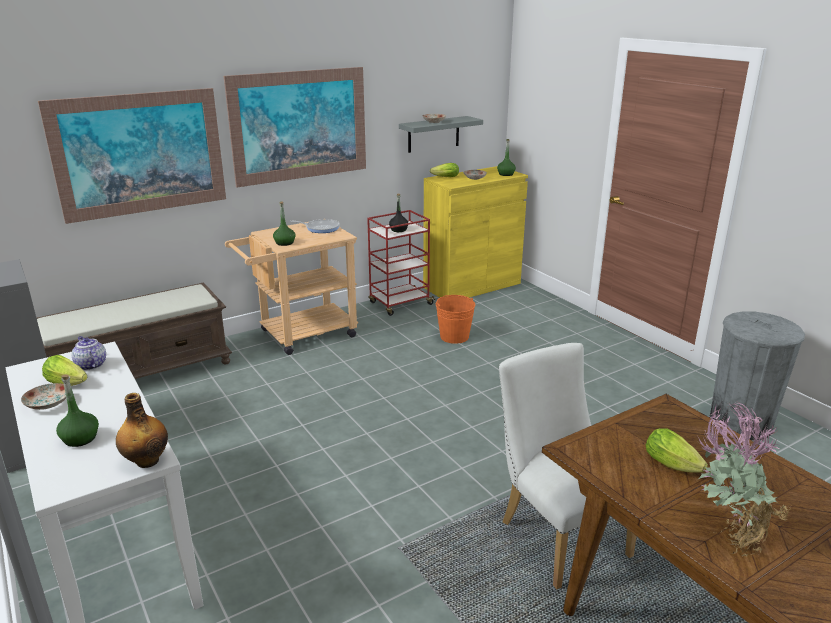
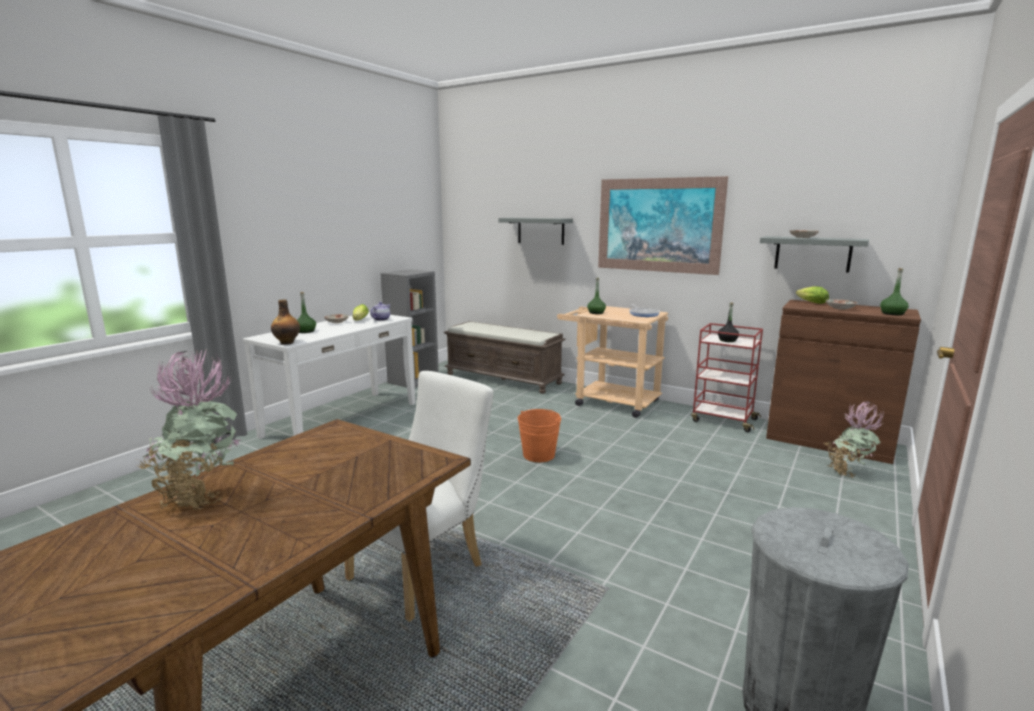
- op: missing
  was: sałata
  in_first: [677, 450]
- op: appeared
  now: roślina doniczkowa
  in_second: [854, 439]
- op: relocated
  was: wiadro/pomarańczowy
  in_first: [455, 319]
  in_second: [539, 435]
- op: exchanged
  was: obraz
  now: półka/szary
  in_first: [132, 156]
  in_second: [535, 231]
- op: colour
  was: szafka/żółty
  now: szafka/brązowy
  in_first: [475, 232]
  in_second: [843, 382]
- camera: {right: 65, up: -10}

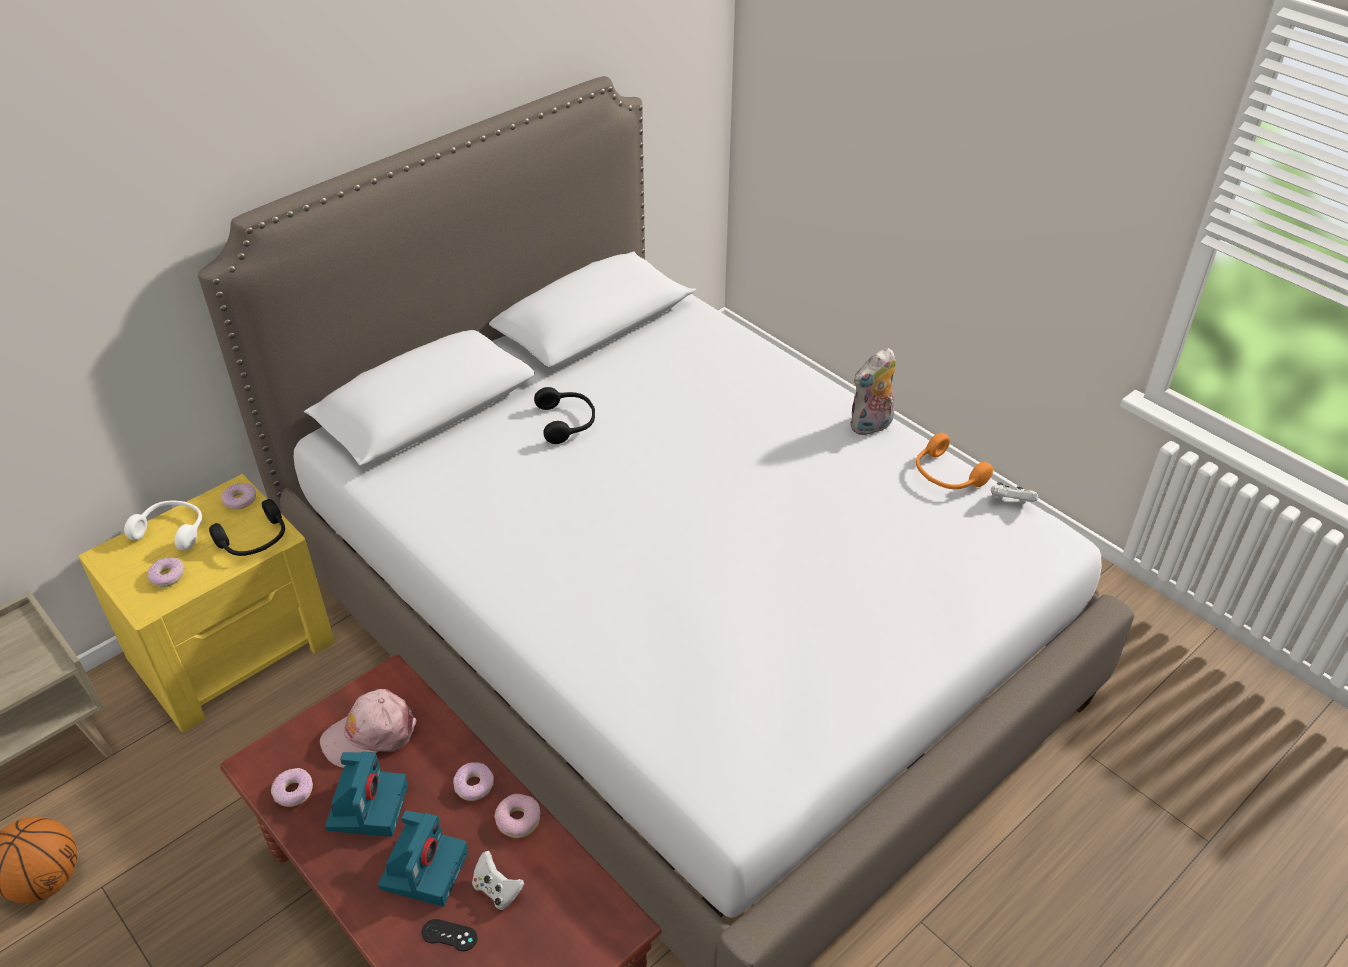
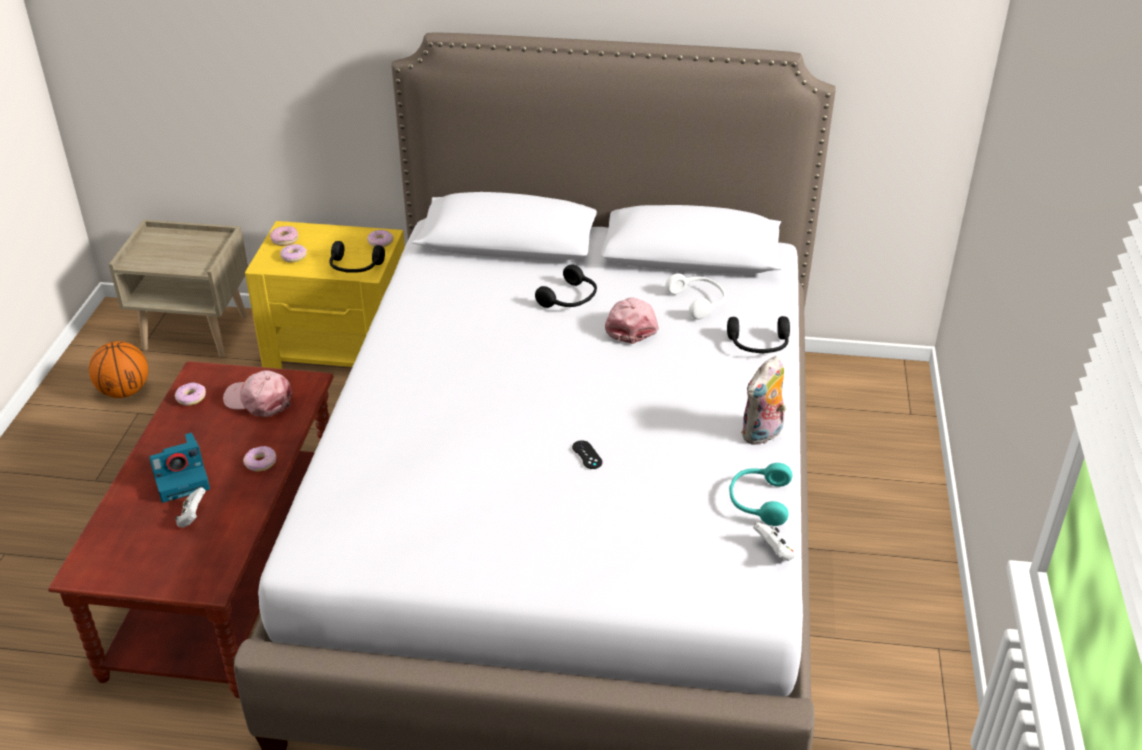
- op: missing
  was: aparat fotograficzny
  in_first: [366, 794]
- op: appeared
  now: czapka z daszkiem/różowy
  in_second: [632, 321]
- op: appeared
  now: słuchawki/czarny
  in_second: [758, 334]
- op: relocated
  was: słuchawki/biały
  in_first: [163, 525]
  in_second: [695, 296]
- op: relocated
  was: pad do gier/czarny
  in_first: [449, 935]
  in_second: [587, 454]
- op: relocated
  was: donut
  in_first: [518, 816]
  in_second: [284, 236]
- op: colour
  was: słuchawki/pomarańczowy
  now: słuchawki/turkusowy
  in_first: [954, 461]
  in_second: [760, 494]
- op: spun
  was: pluszak
  in_first: [873, 391]
  in_second: [763, 400]
  clockwise: -60
- camera: {right: 50, up: -5}

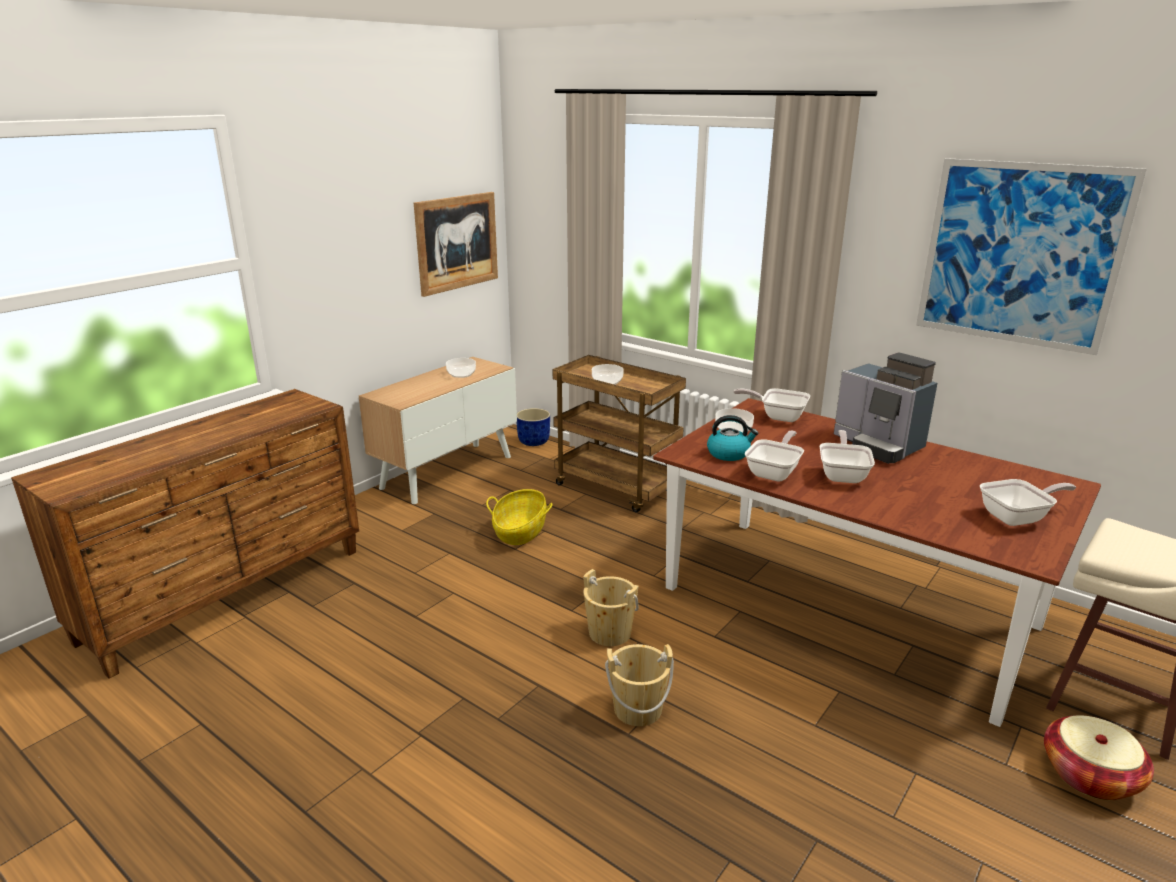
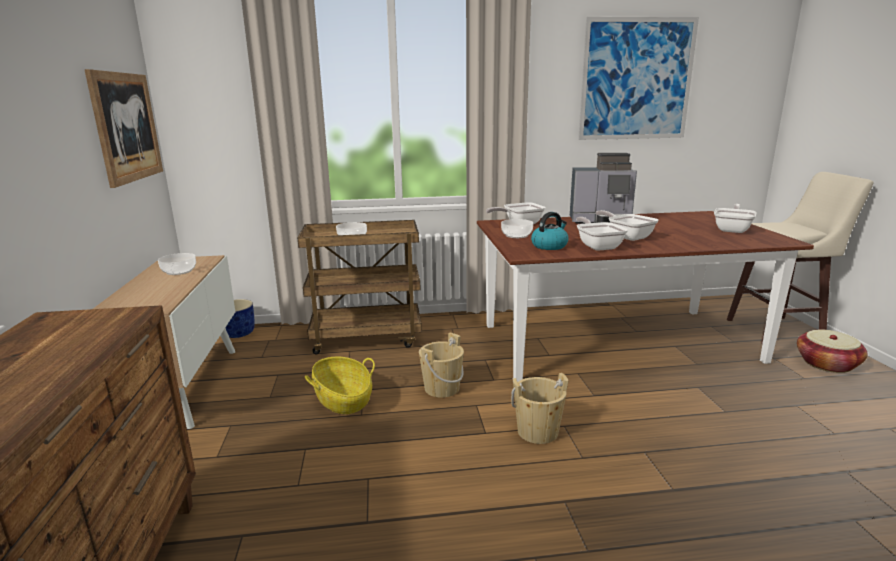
- op: relocated
  was: wiadro/beżowy
  in_first: [639, 685]
  in_second: [441, 365]
- camera: {right: -45, up: -5}

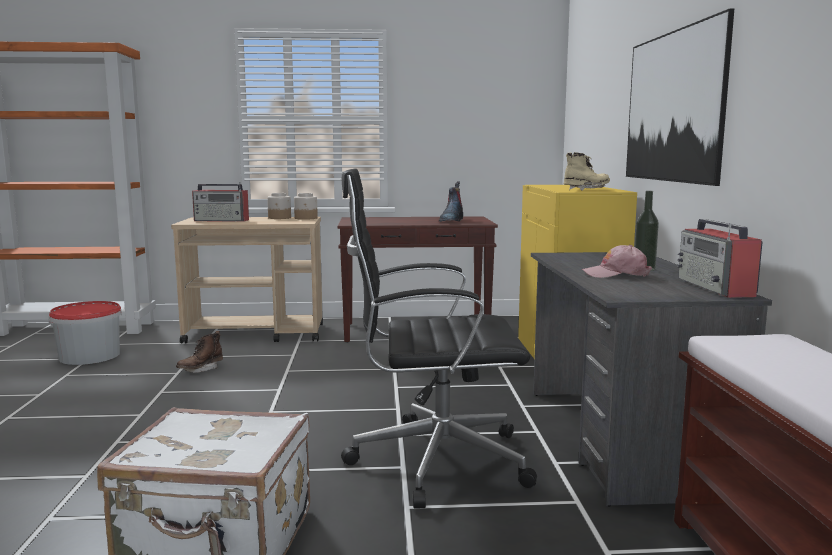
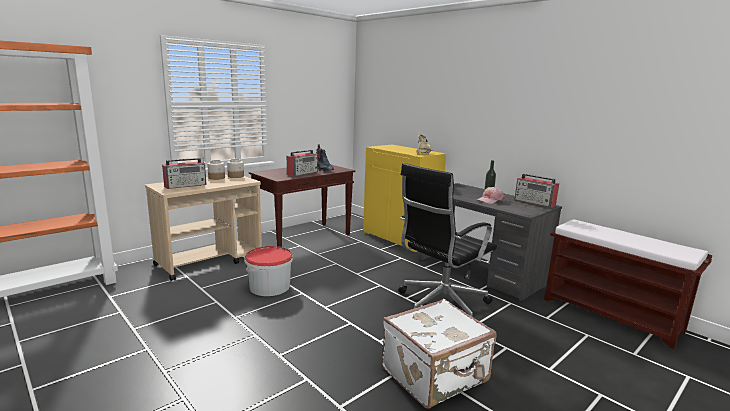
- op: missing
  was: but z cholewką/brązowy
  in_first: [199, 352]
- op: missing
  was: obraz
  in_first: [680, 97]
- op: appeared
  now: radio
  in_second: [302, 162]
- op: relocated
  was: wiadro
  in_first: [85, 333]
  in_second: [269, 271]
- camera: {right: -40, up: 5}

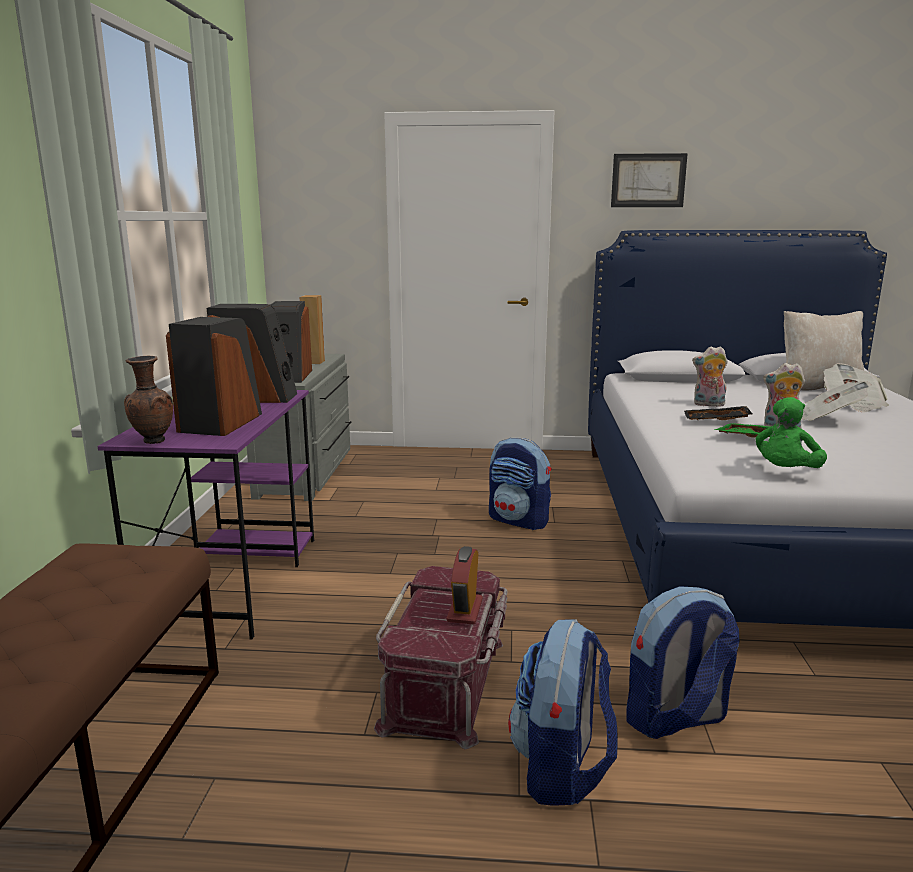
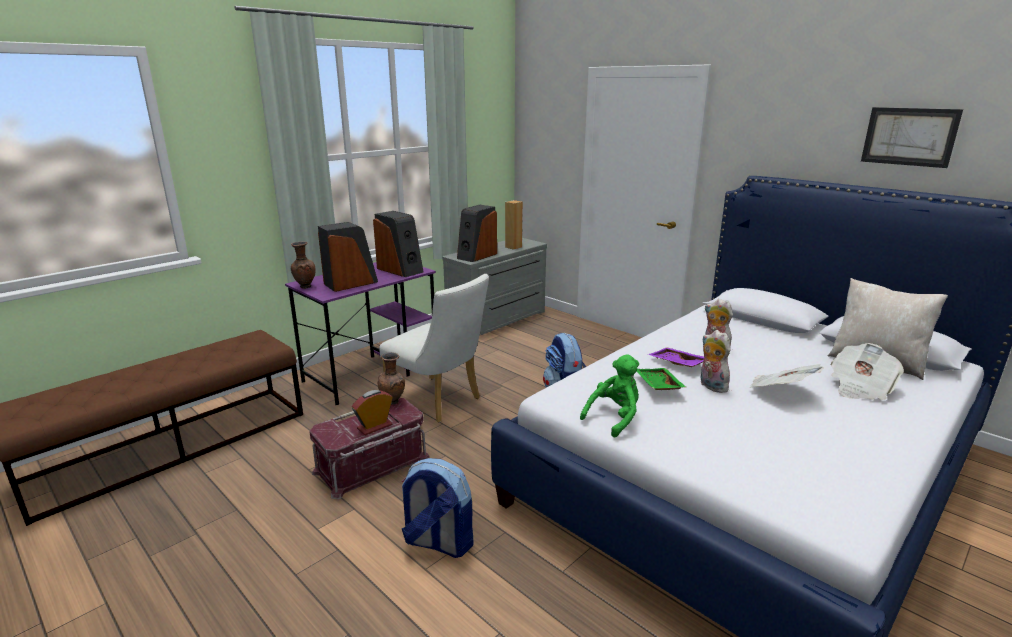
- op: missing
  was: plecak
  in_first: [563, 712]
- op: appeared
  now: wazon/brązowy
  in_second: [391, 378]
- op: appeared
  now: krzesło/biały
  in_second: [434, 348]
- op: relocated
  was: obraz
  in_first: [649, 180]
  in_second: [912, 137]
- op: colour
  was: taca/czarny
  now: taca/fioletowy
  in_first: [718, 413]
  in_second: [676, 357]
- op: spun
  was: pluszak/zielony
  in_first: [791, 432]
  in_second: [609, 396]
  clockwise: 150
- camera: {right: 40, up: 5}

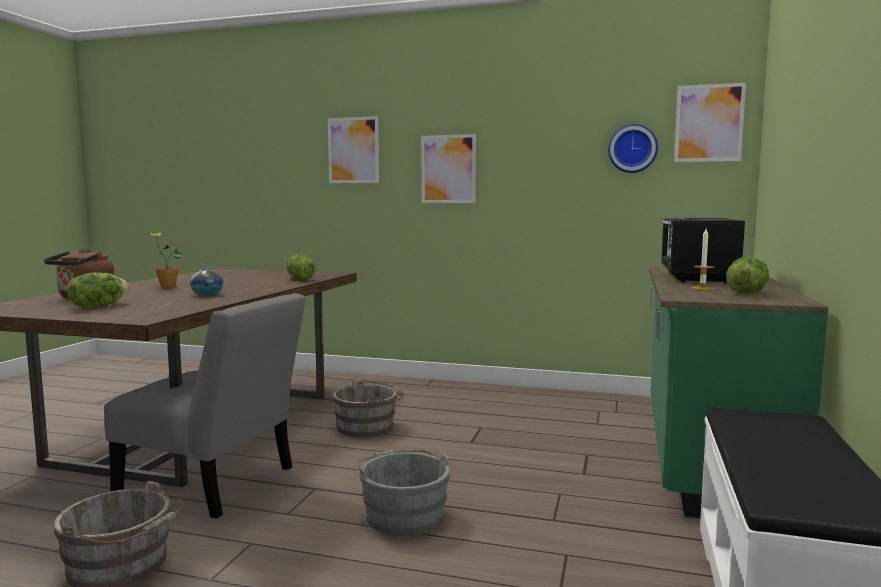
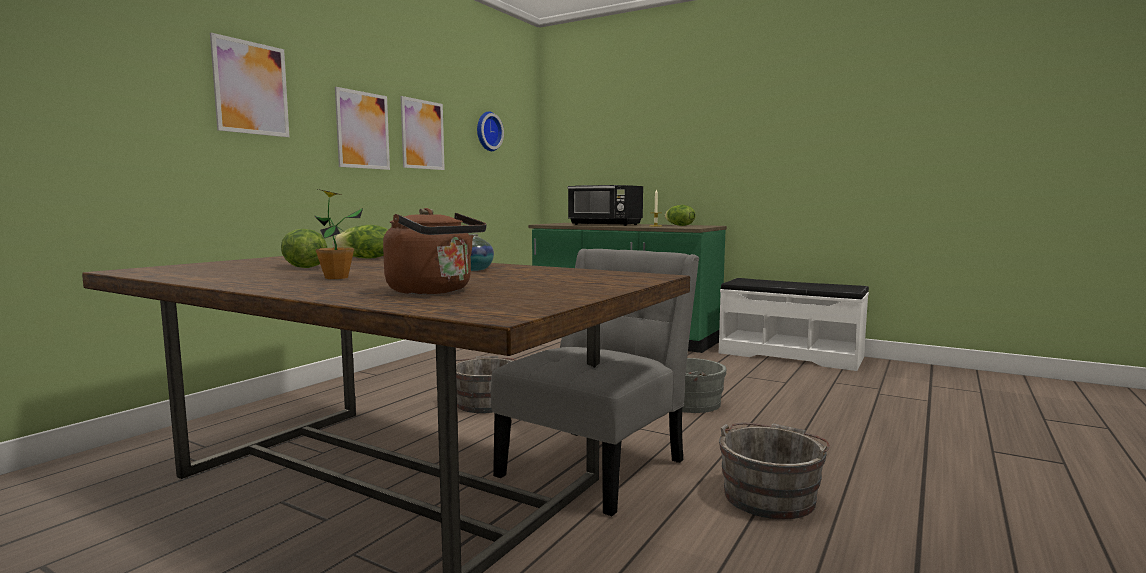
- op: relocated
  was: sałata
  in_first: [98, 290]
  in_second: [304, 248]
- op: relocated
  was: obraz
  in_first: [710, 122]
  in_second: [422, 133]
- camera: {right: -75, up: 0}

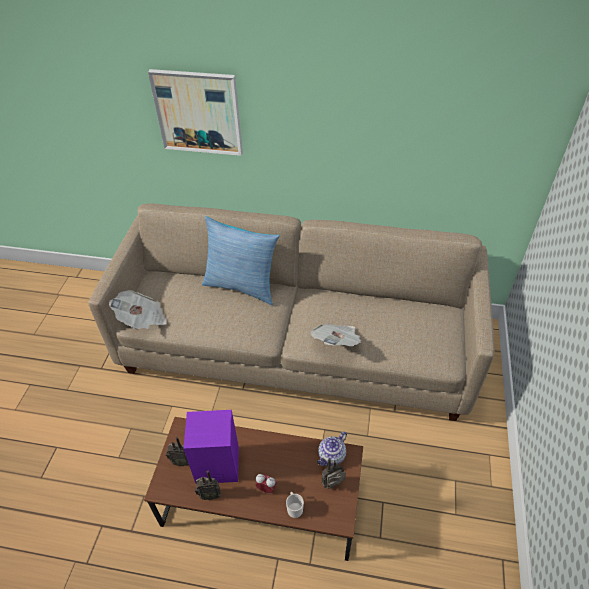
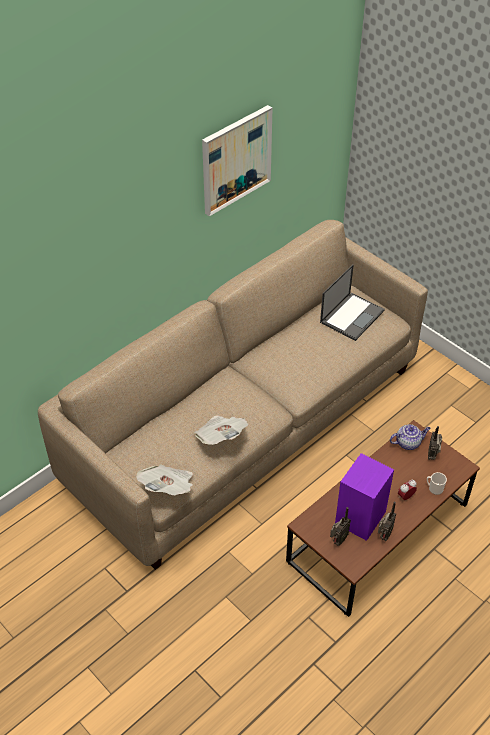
- op: missing
  was: poduszka
  in_first: [241, 260]
- op: appeared
  now: laptop
  in_second: [352, 302]
- op: relocated
  was: obraz
  in_first: [195, 112]
  in_second: [237, 160]
- op: relocated
  was: gazeta
  in_first: [336, 334]
  in_second: [221, 430]
- op: spun
  was: imbryk
  in_first: [332, 448]
  in_second: [410, 437]
  clockwise: -90
- camera: {right: -55, up: 0}

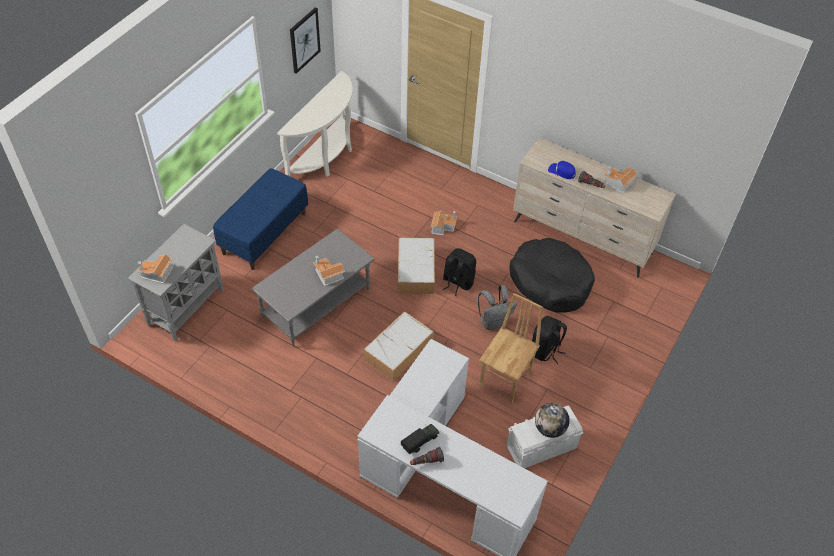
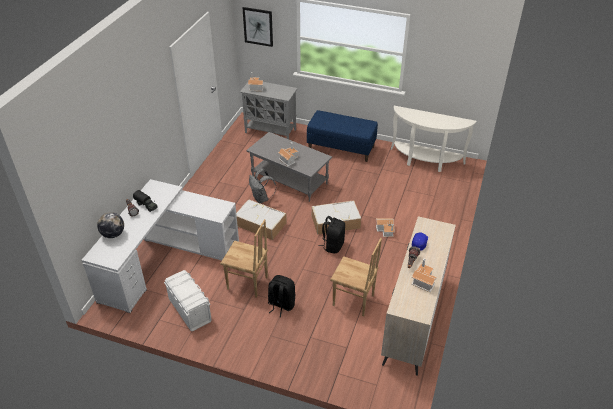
- op: relocated
  was: obraz
  in_first: [305, 40]
  in_second: [258, 27]
- op: relocated
  was: plecak/szary
  in_first: [497, 307]
  in_second: [262, 186]
- op: relocated
  was: globus
  in_first: [552, 420]
  in_second: [110, 225]
- op: exchanged
  was: legowisko/czarny
  now: krzesło/brązowy
  in_first: [552, 275]
  in_second: [356, 277]
- camera: {right: 80, up: -10}

